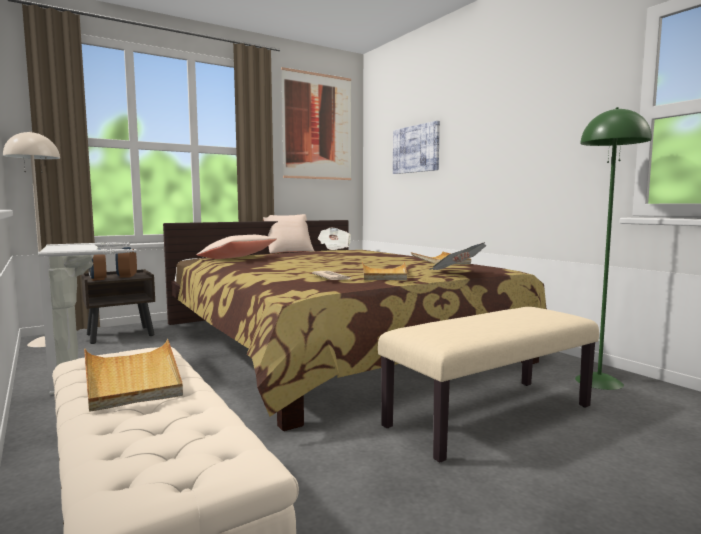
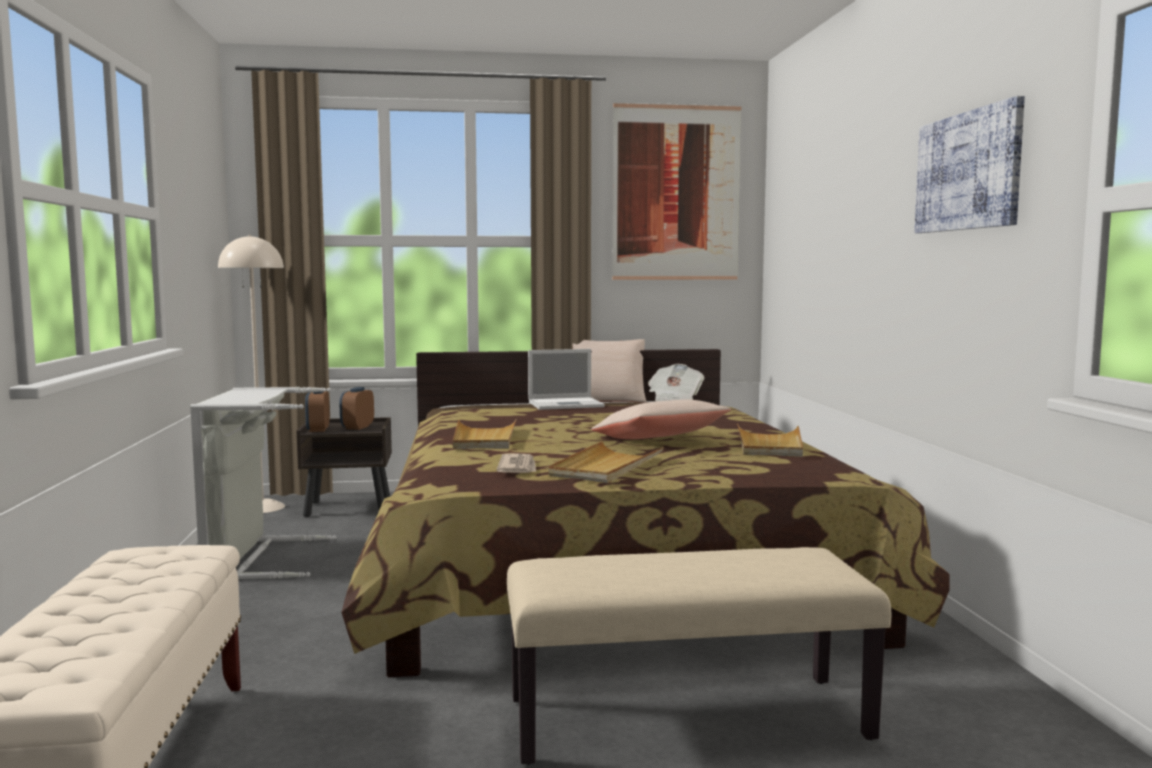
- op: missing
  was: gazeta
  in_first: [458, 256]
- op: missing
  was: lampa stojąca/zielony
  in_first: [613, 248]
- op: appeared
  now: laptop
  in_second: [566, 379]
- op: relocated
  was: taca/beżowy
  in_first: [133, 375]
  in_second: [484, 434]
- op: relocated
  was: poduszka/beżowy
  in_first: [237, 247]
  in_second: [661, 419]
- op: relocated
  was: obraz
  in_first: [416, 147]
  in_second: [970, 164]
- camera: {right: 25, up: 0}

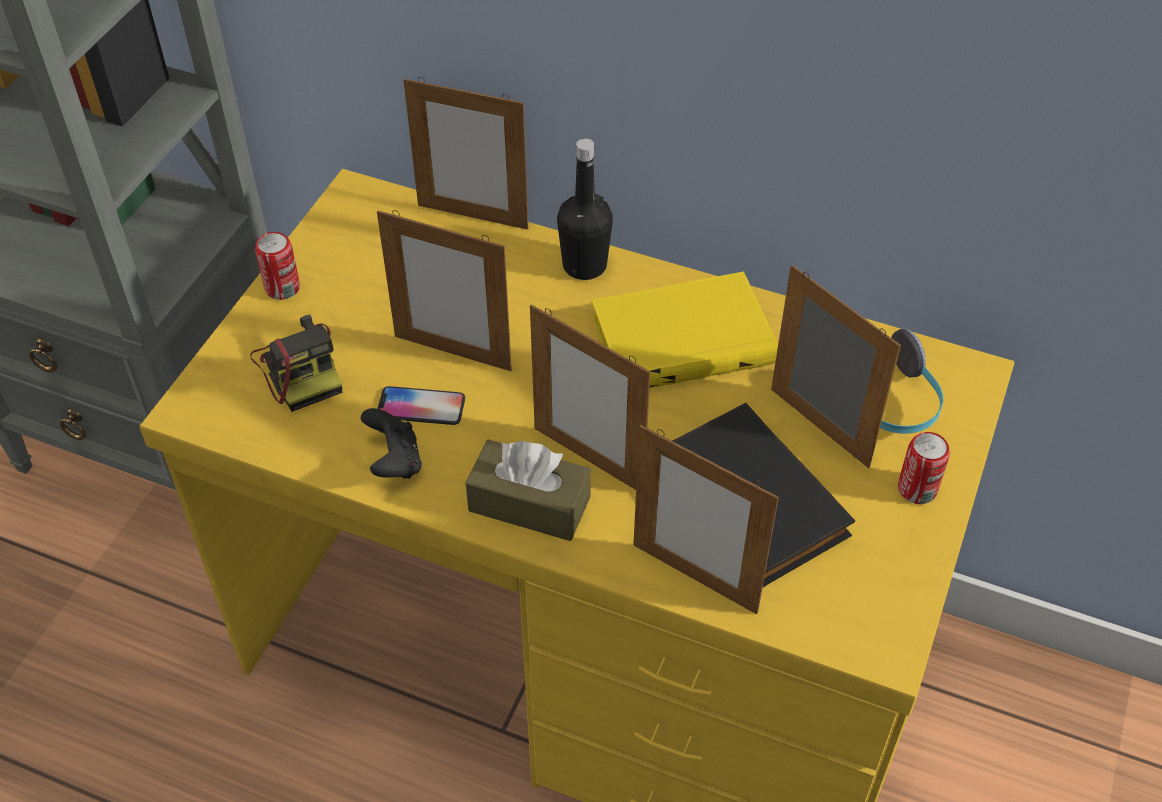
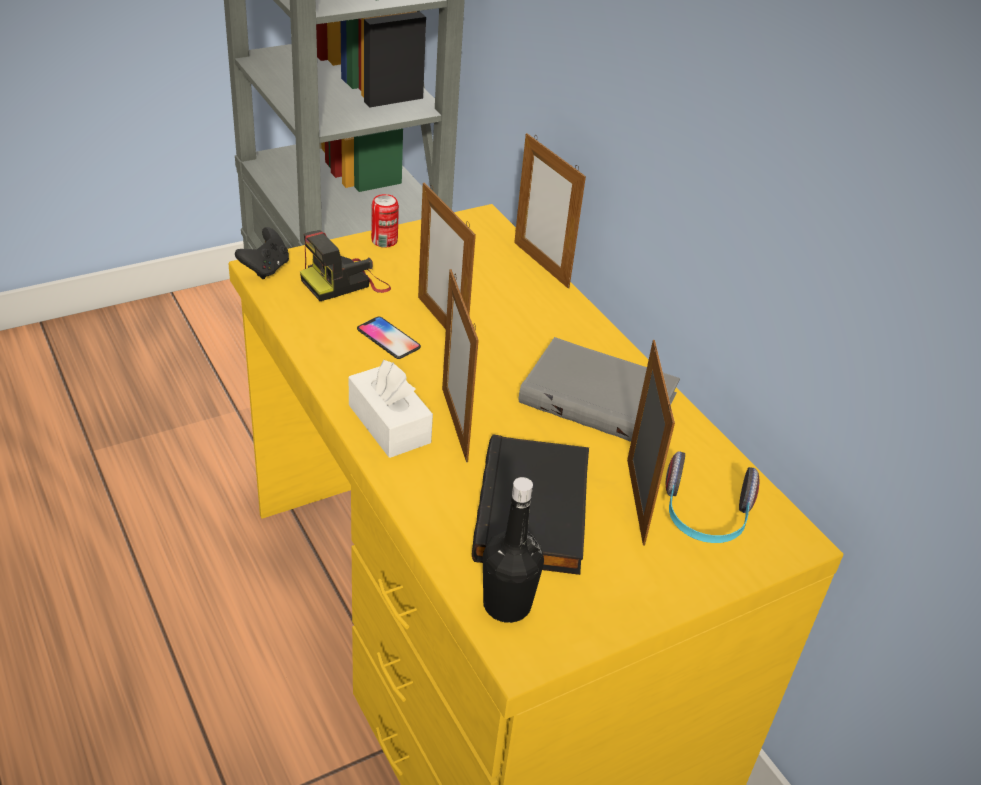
- op: missing
  was: ramka na zdjęcie
  in_first: [706, 519]
- op: missing
  was: puszka
  in_first: [924, 468]
- op: relocated
  was: pad do gier/czarny
  in_first: [391, 443]
  in_second: [262, 253]
- op: relocated
  was: butelka/czarny
  in_first: [585, 209]
  in_second: [513, 550]
- op: colour
  was: pudełko chusteczek/brązowy
  now: pudełko chusteczek/biały
  in_first: [528, 490]
  in_second: [391, 409]
- op: colour
  was: książka/żółty
  now: książka/szary
  in_first: [684, 330]
  in_second: [599, 389]
- op: spun
  was: aparat fotograficzny
  in_first: [296, 363]
  in_second: [345, 265]
  clockwise: 45
- camera: {right: 35, up: -10}

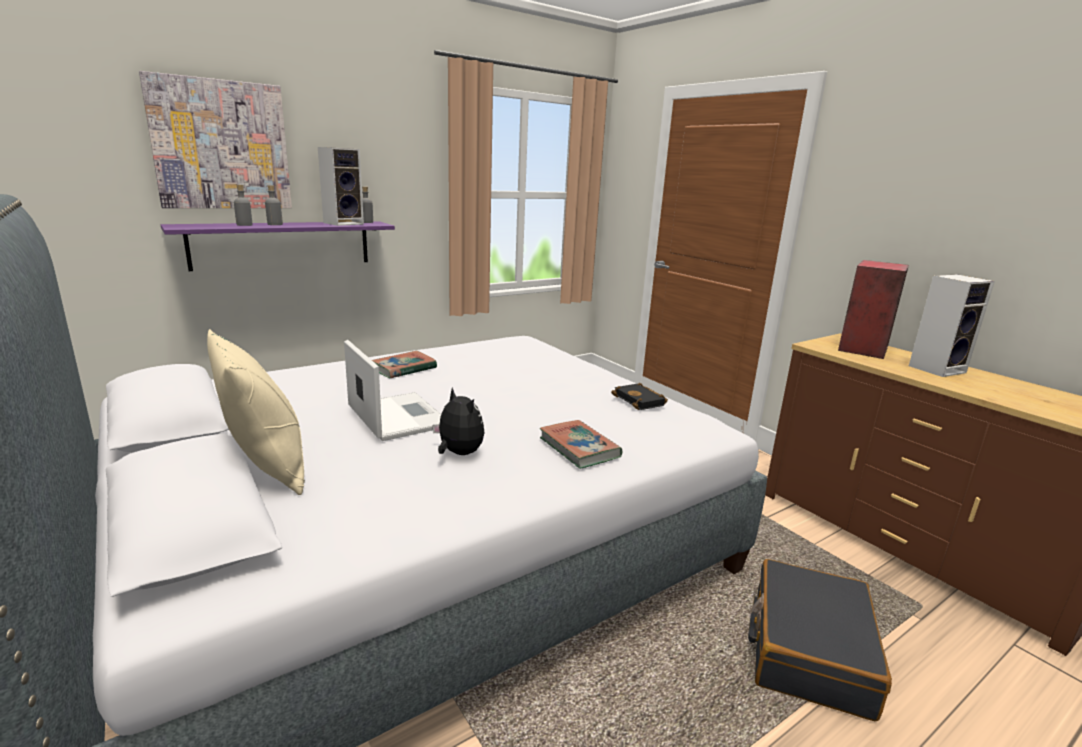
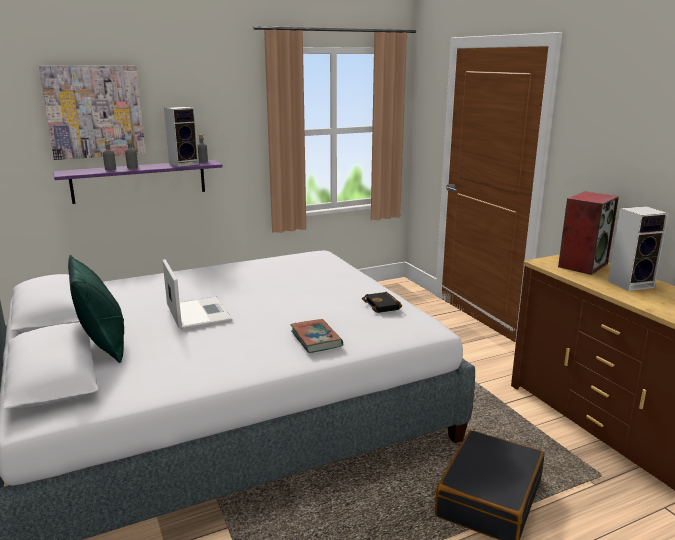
- op: missing
  was: książka
  in_first: [404, 364]
- op: missing
  was: pluszak
  in_first: [459, 421]
- op: colour
  was: poduszka/beżowy
  now: poduszka/zielony
  in_first: [256, 412]
  in_second: [96, 309]
- camera: {right: 10, up: 0}

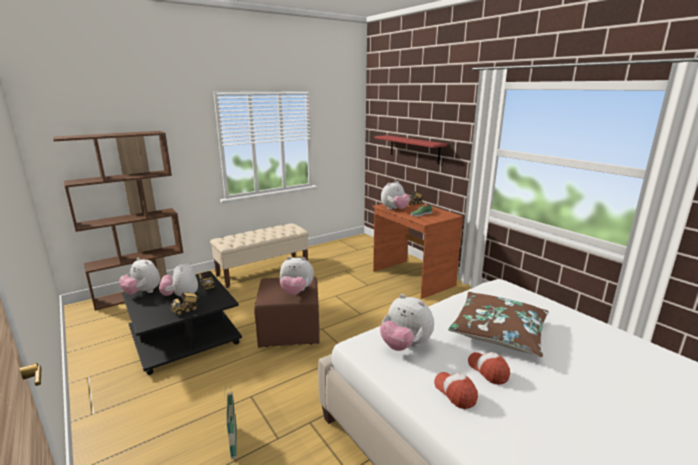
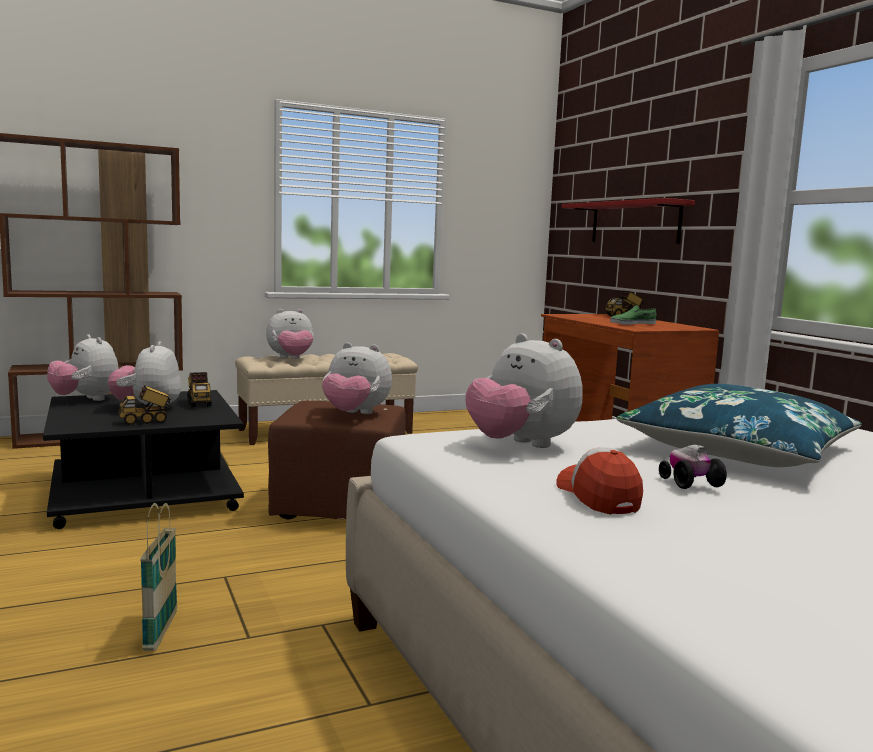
- op: relocated
  was: pluszak
  in_first: [395, 195]
  in_second: [290, 334]
- op: exchanged
  was: czapka z daszkiem
  now: samochodzik
  in_first: [489, 368]
  in_second: [693, 467]
- op: colour
  was: poduszka/brązowy
  now: poduszka/niebieski
  in_first: [498, 324]
  in_second: [739, 425]
- camera: {right: 10, up: -10}

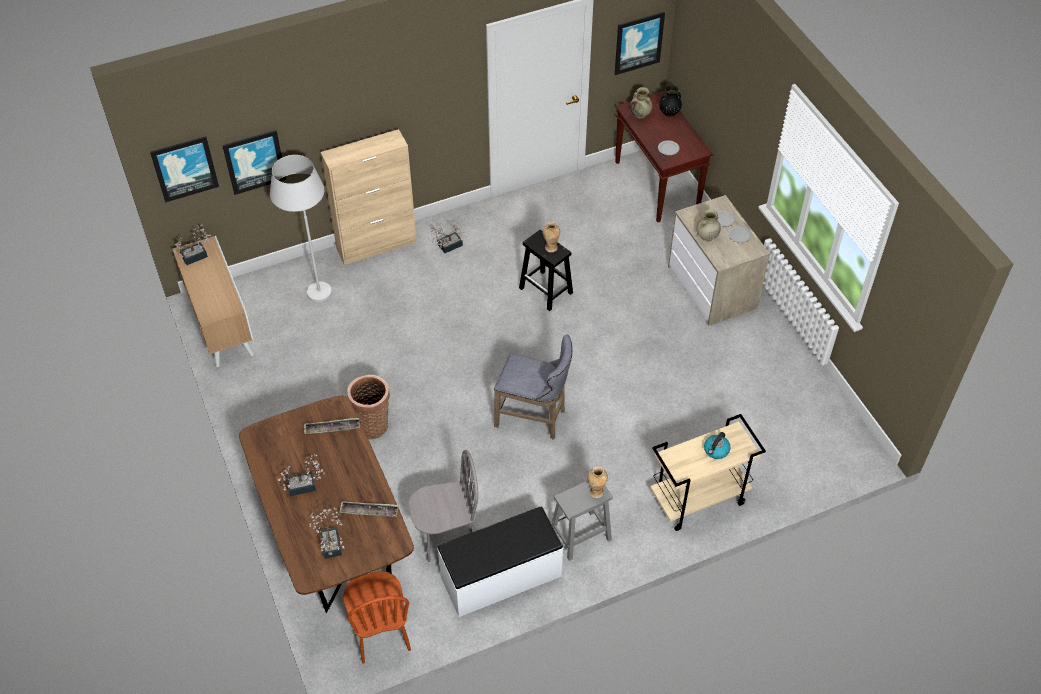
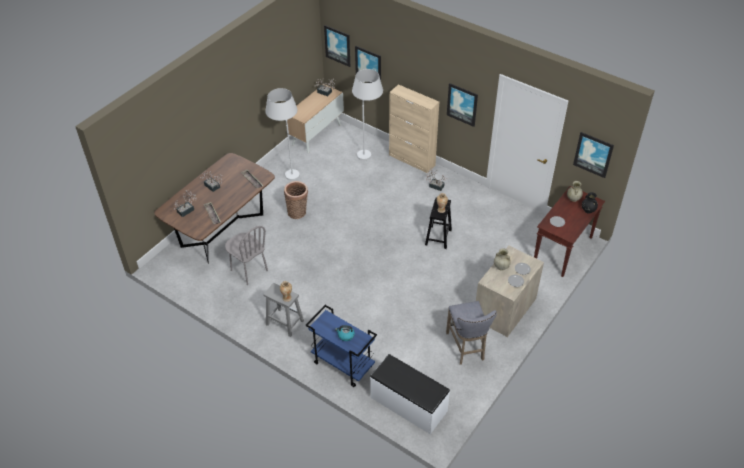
- op: missing
  was: krzesło/brązowy
  in_first: [377, 617]
- op: appeared
  now: lampa stojąca/biały
  in_second: [282, 134]
- op: appeared
  now: obraz
  in_second: [462, 105]
- op: relocated
  was: ławka/biały
  in_first: [500, 561]
  in_second: [410, 394]
- op: relocated
  was: stołek/szary
  in_first: [533, 387]
  in_second: [471, 333]
- op: colour
  was: wózek/beżowy
  now: wózek/niebieski
  in_first: [708, 472]
  in_second: [341, 346]
- camera: {right: 60, up: -5}

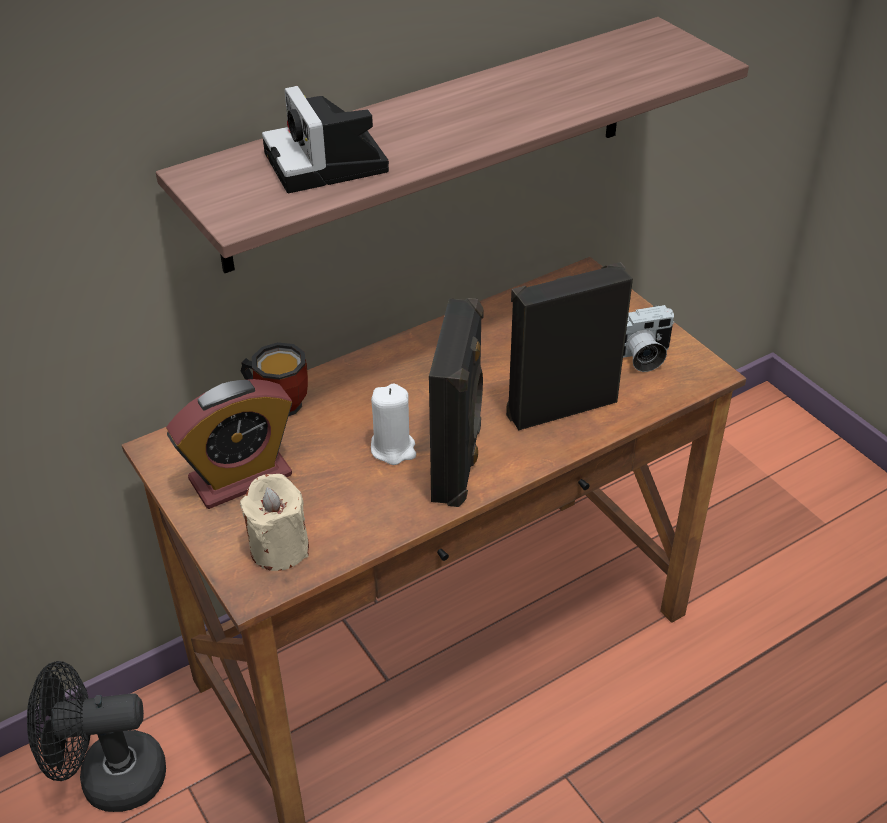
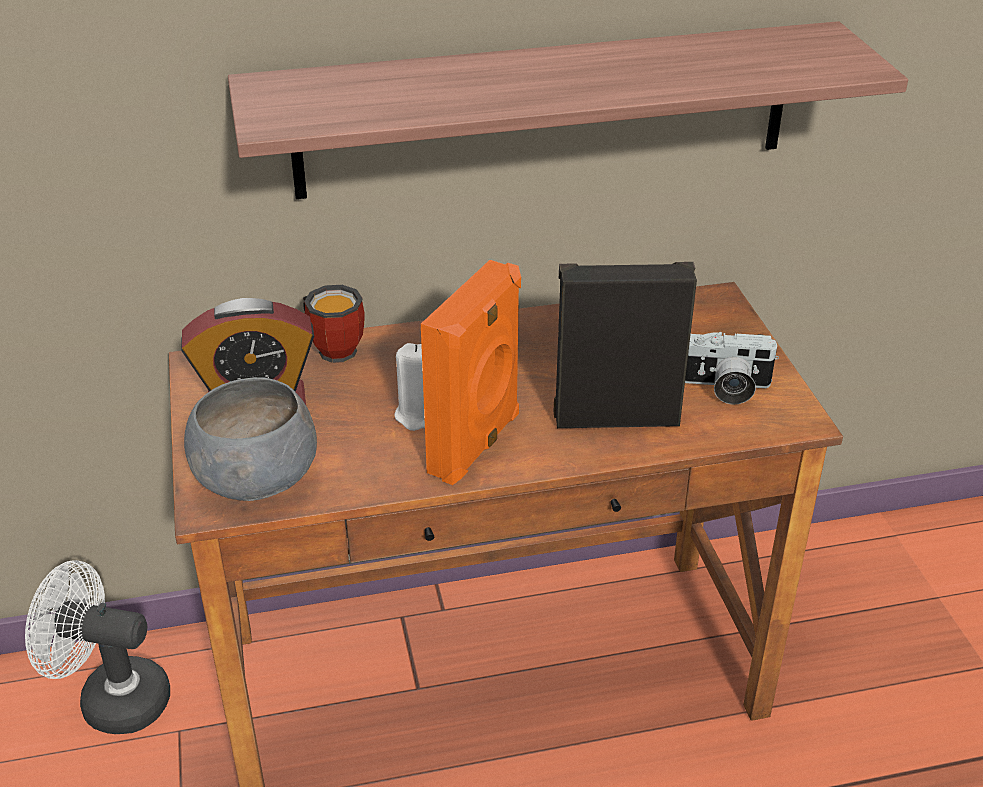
- op: missing
  was: aparat fotograficzny
  in_first: [325, 139]
- op: exchanged
  was: świeca/beżowy
  now: miska/szary
  in_first: [274, 522]
  in_second: [250, 439]
- op: colour
  was: wentylator/czarny
  now: wentylator/biały
  in_first: [96, 736]
  in_second: [97, 647]
- op: colour
  was: głośnik/czarny
  now: głośnik/pomarańczowy
  in_first: [456, 402]
  in_second: [471, 372]
- camera: {right: 20, up: -5}

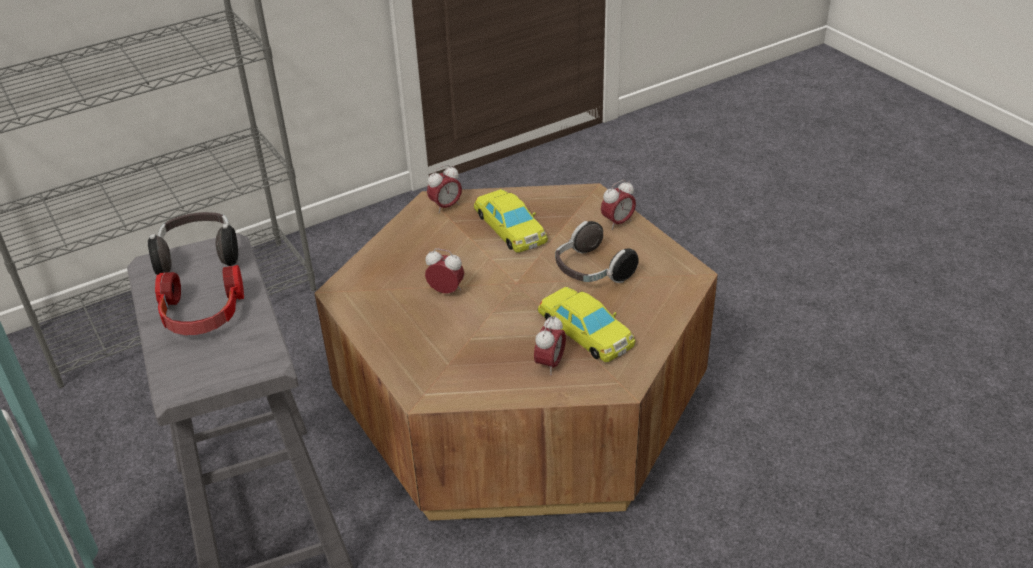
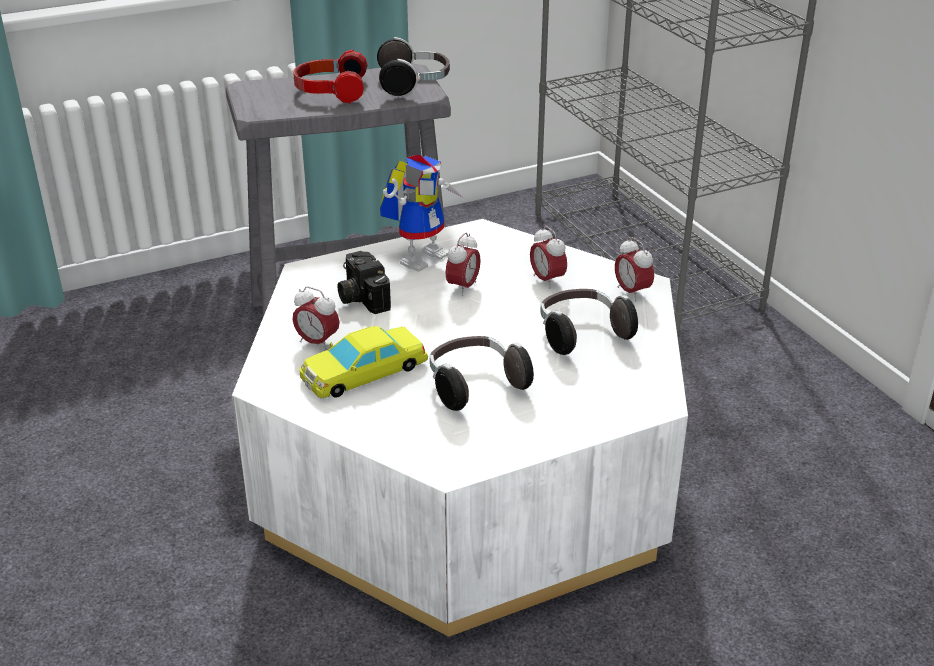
- op: appeared
  now: aparat fotograficzny
  in_second: [364, 282]
- op: appeared
  now: robot zabawkowy
  in_second: [421, 213]
- op: relocated
  was: budzik
  in_first: [618, 205]
  in_second: [548, 257]
- op: exchanged
  was: samochodzik/żółty
  now: słuchawki
  in_first: [511, 221]
  in_second: [589, 322]
- op: colour
  was: ława/brązowy
  now: ława/biały
  in_first: [516, 352]
  in_second: [460, 428]
- camera: {right: 95, up: -5}

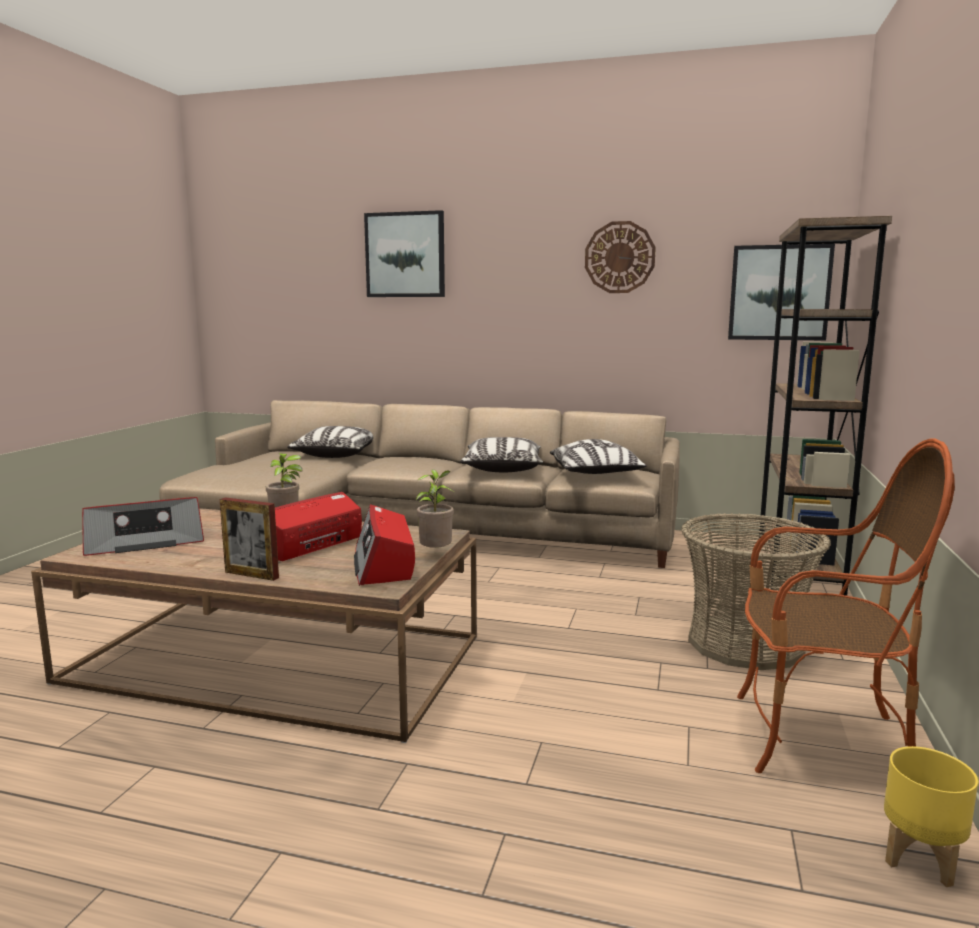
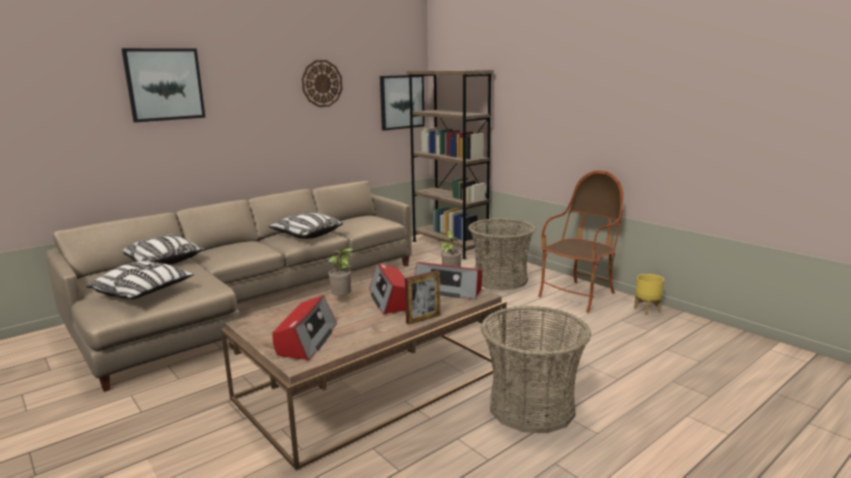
- op: appeared
  now: koszyk
  in_second: [536, 369]
- op: relocated
  was: poduszka
  in_first: [598, 456]
  in_second: [140, 280]
- camera: {right: -55, up: 5}

